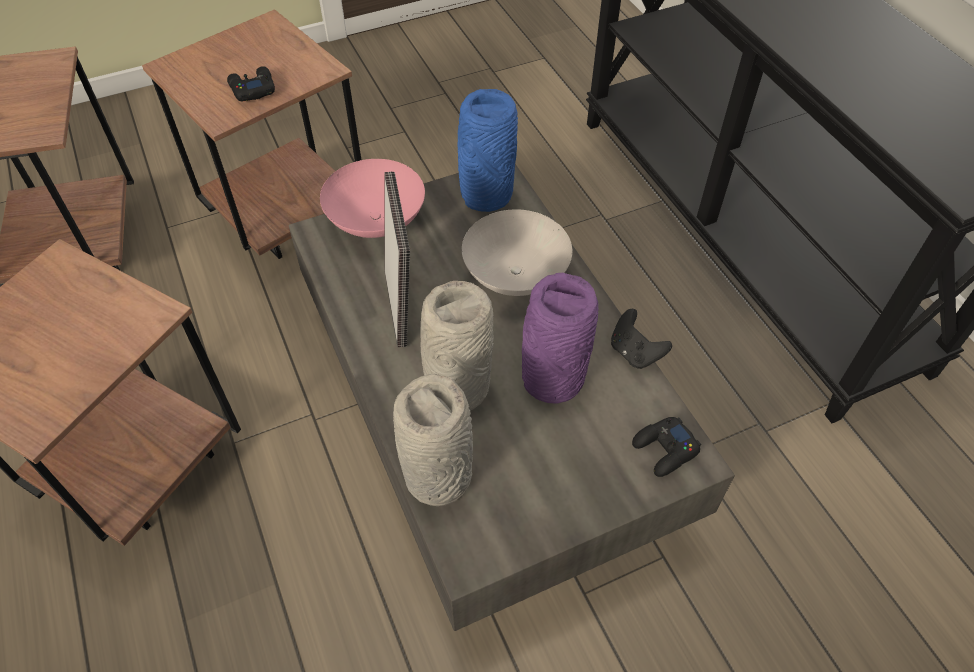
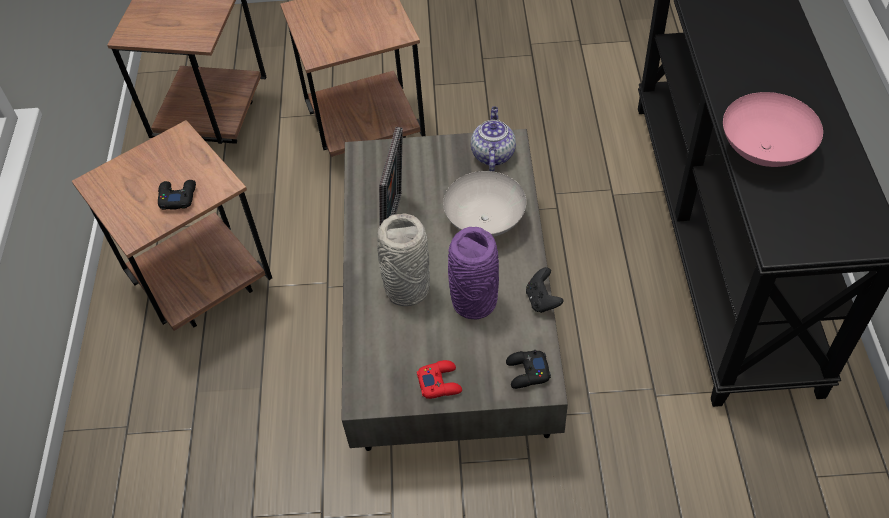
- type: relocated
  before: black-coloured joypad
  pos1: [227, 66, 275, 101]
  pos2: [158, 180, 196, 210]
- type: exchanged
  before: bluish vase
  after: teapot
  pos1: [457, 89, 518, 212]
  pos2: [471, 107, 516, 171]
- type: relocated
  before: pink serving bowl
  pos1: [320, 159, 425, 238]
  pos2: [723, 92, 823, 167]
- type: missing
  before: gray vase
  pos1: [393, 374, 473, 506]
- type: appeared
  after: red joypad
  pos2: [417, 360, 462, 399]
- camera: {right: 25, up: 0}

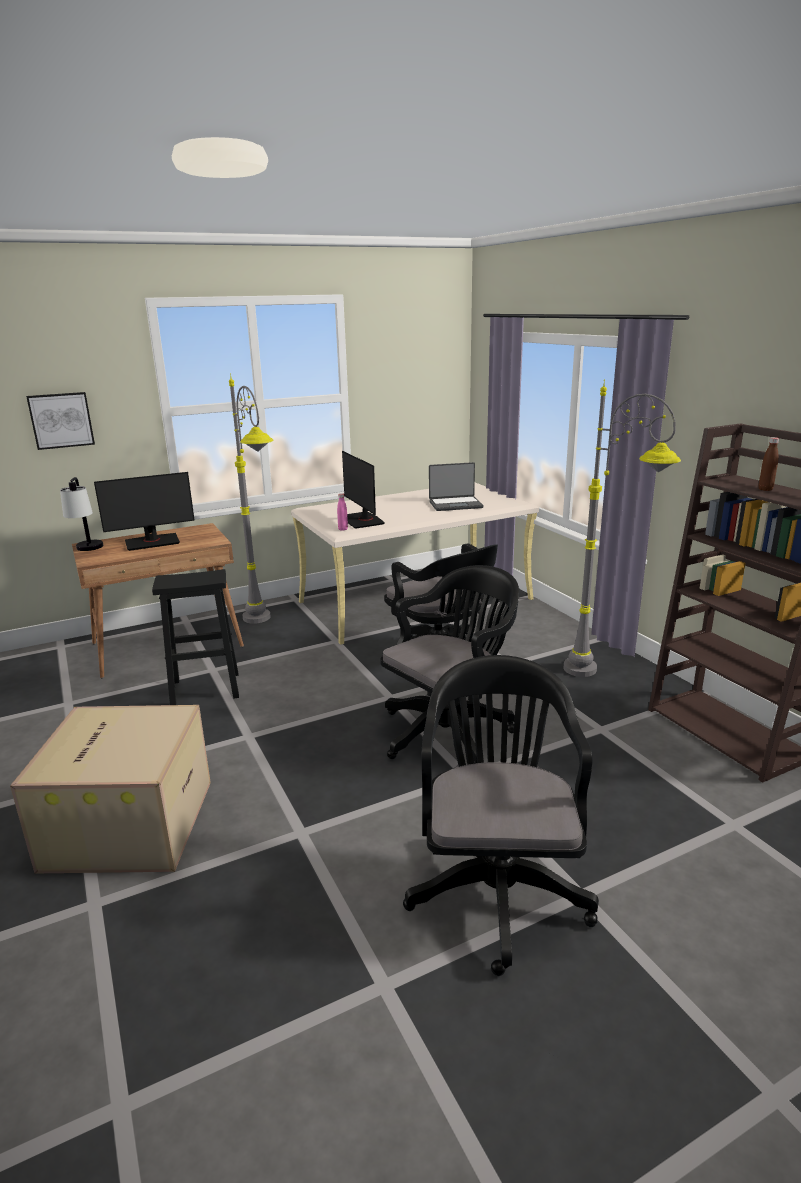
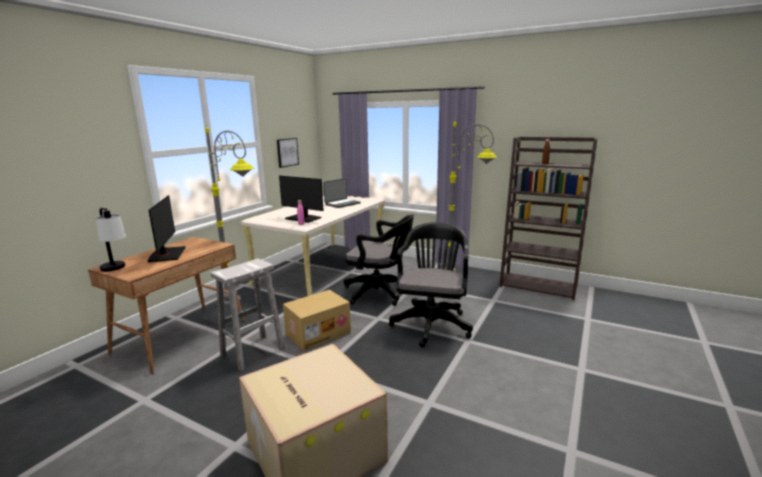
- type: relocated
  before: picture
  pos1: [26, 392, 95, 450]
  pos2: [277, 138, 299, 168]
- type: spun
  before: computer screen
  pos1: [94, 472, 195, 551]
  pos2: [147, 195, 186, 262]
  turn: -45
- type: colour
  before: black-coloured sitting stool
  after: white sitting stool
  pos1: [152, 569, 239, 705]
  pos2: [210, 258, 285, 371]
- type: missing
  before: black-coloured office chair
  pos1: [403, 655, 599, 976]
- type: appeared
  after: cardboard box
  pos2: [283, 290, 351, 351]
- camera: {right: -35, up: -5}

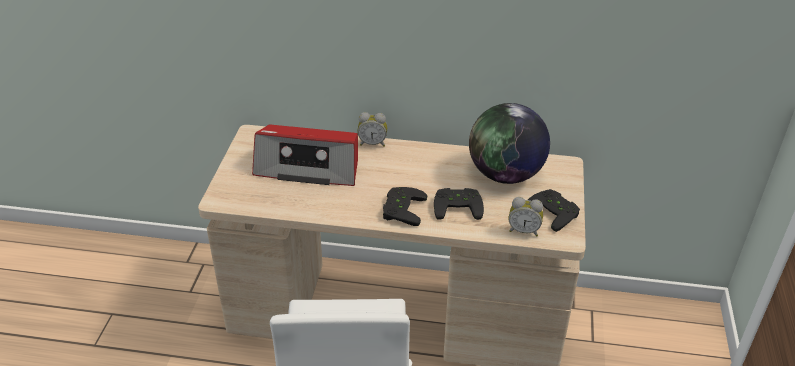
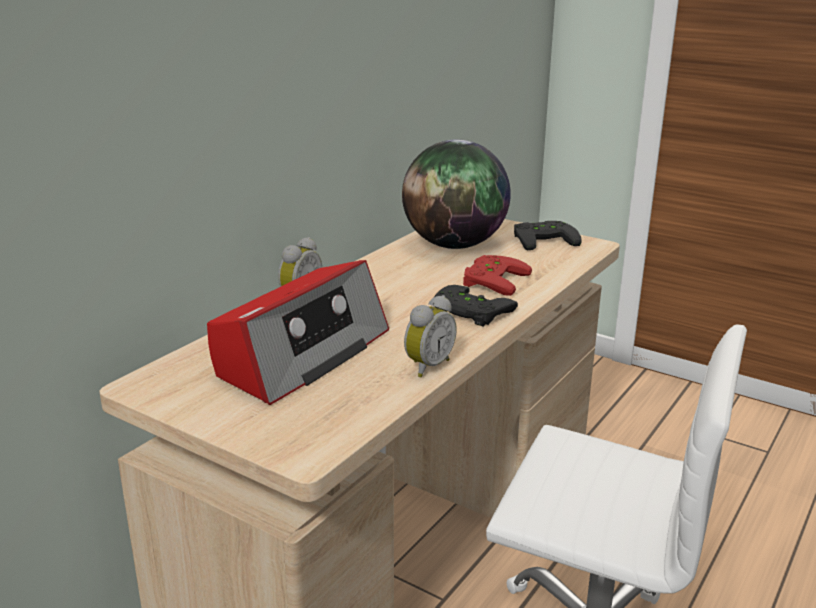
- type: colour
  before: black-coloured joypad
  after: red joypad
  pos1: [434, 188, 484, 220]
  pos2: [463, 255, 532, 296]
- type: relocated
  before: bedside clock
  pos1: [509, 197, 543, 237]
  pos2: [404, 295, 457, 377]
- camera: {right: -65, up: -15}

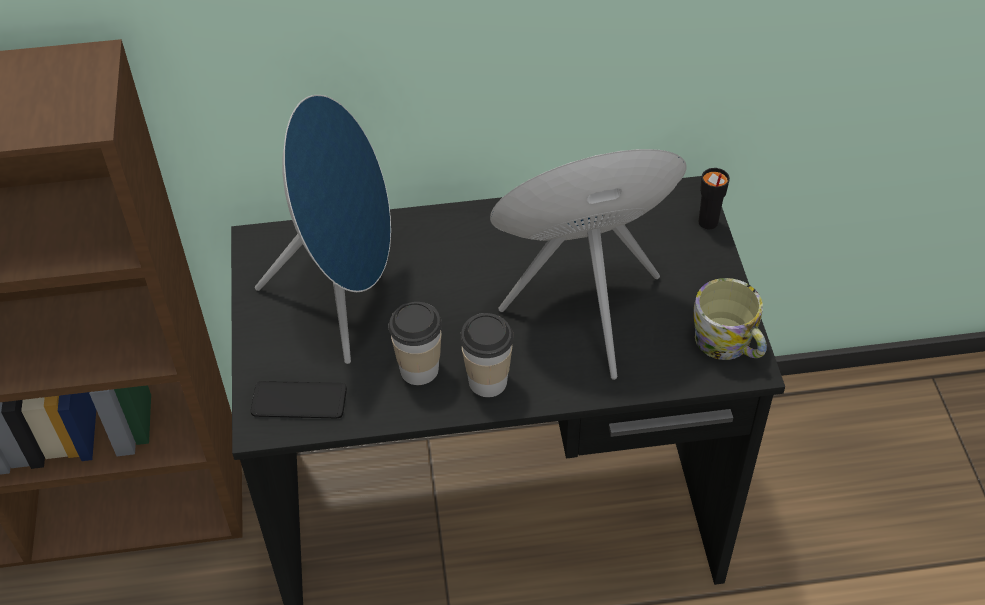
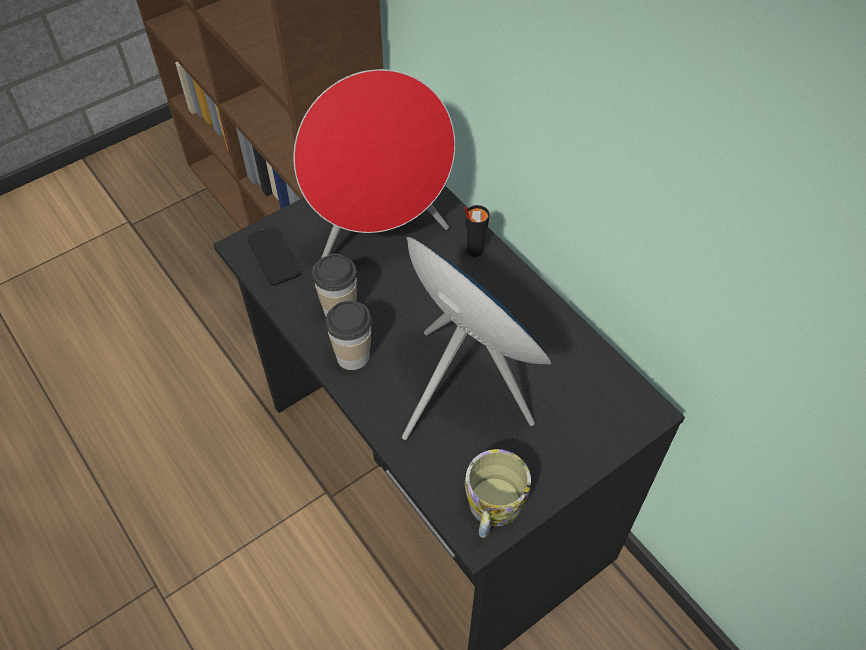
- type: colour
  before: bluish speaker
  after: red speaker
  pos1: [255, 95, 391, 364]
  pos2: [294, 69, 455, 258]
- type: relocated
  before: black-coloured cup
  pos1: [698, 168, 730, 229]
  pos2: [464, 205, 490, 257]
- camera: {right: 60, up: 5}

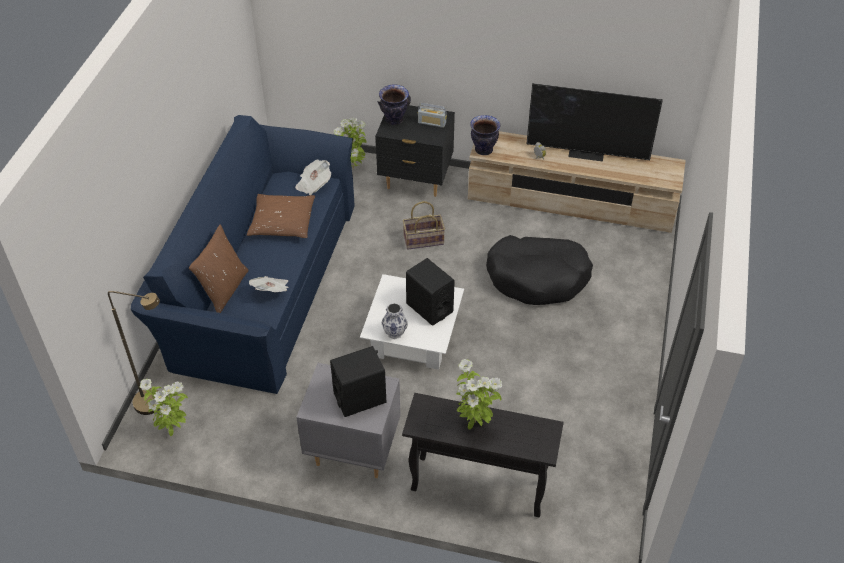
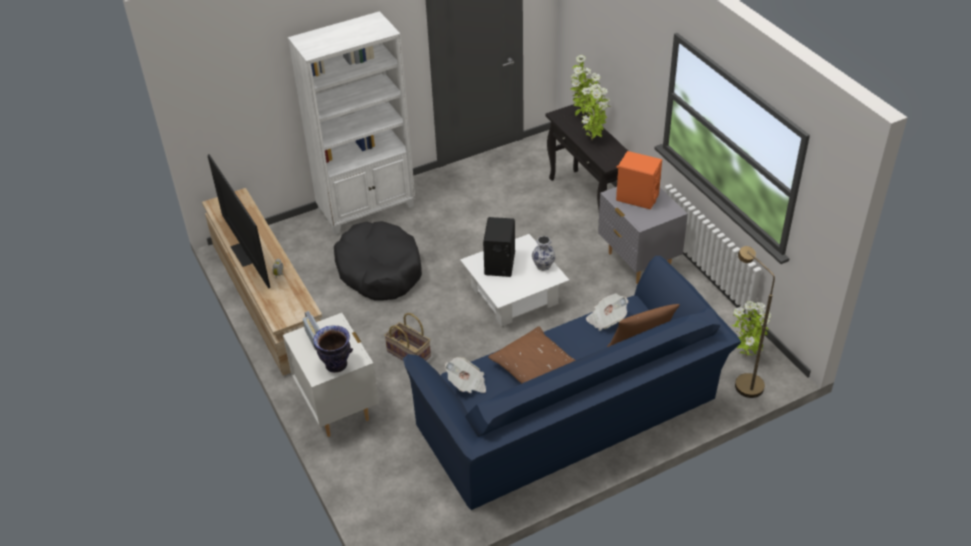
- type: colour
  before: black-coloured night table
  after: white night table
  pos1: [375, 105, 455, 197]
  pos2: [283, 313, 379, 437]
- type: missing
  before: vase
  pos1: [470, 115, 500, 155]
- type: relocated
  before: plant in a pot
  pos1: [334, 117, 367, 169]
  pos2: [570, 55, 601, 116]
- type: colour
  before: black-coloured speaker
  after: orangey speaker
  pos1: [330, 346, 386, 417]
  pos2: [616, 151, 662, 210]
- type: appeared
  after: white bookshelf
  pos2: [288, 11, 415, 235]
- camera: {right: -130, up: -5}

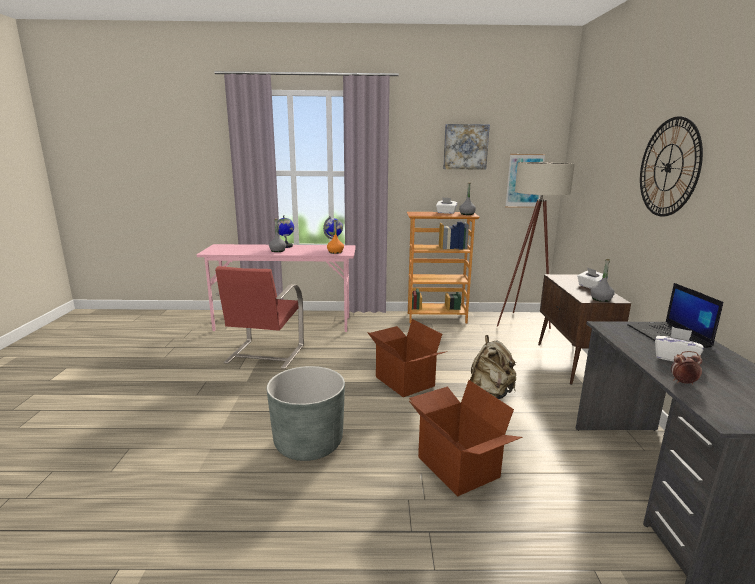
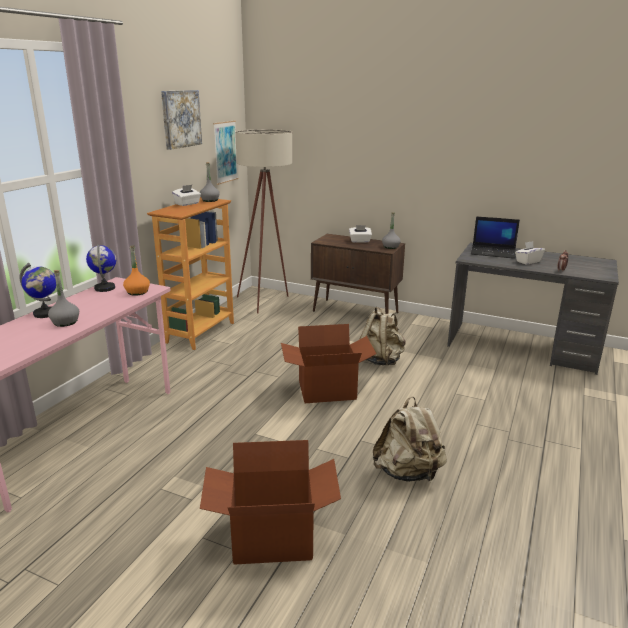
- type: missing
  before: clock on the wall
  pos1: [640, 116, 703, 216]
- type: missing
  before: red chair
  pos1: [215, 266, 304, 369]
- type: exchanged
  before: gray plant pot
  after: beige rucksack
  pos1: [267, 366, 345, 461]
  pos2: [373, 396, 447, 482]
- type: relocated
  before: cardboard box
  pos1: [409, 380, 523, 497]
  pos2: [200, 440, 341, 565]
- camera: {right: -65, up: 5}

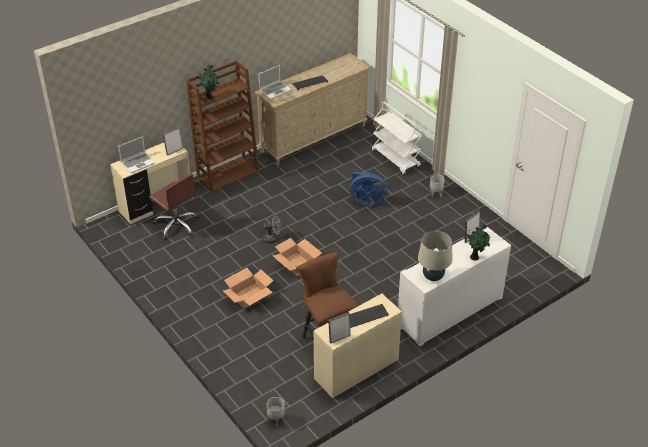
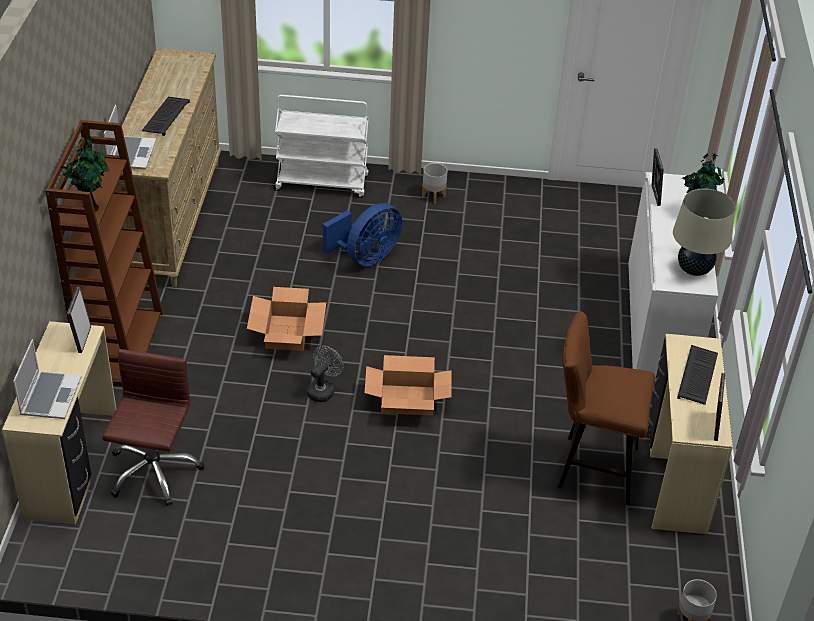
- type: spun
  before: brownish office chair
  pos1: [149, 173, 199, 240]
  pos2: [102, 349, 204, 506]
  turn: -75
- type: relocated
  before: cardboard box
  pos1: [223, 268, 273, 308]
  pos2: [247, 287, 326, 351]
- camera: {right: -50, up: 0}

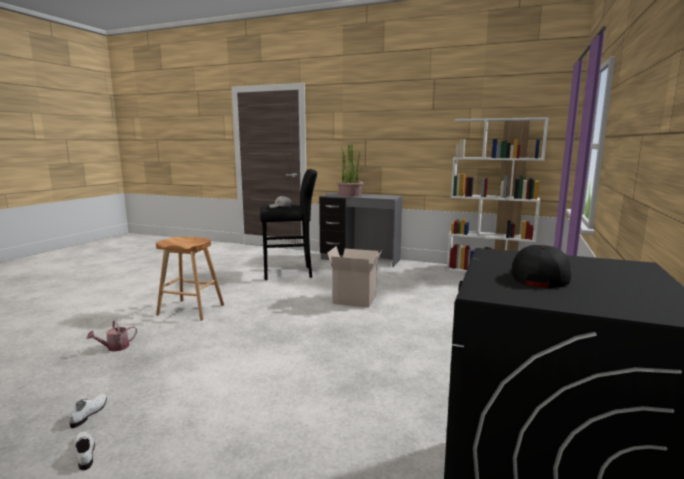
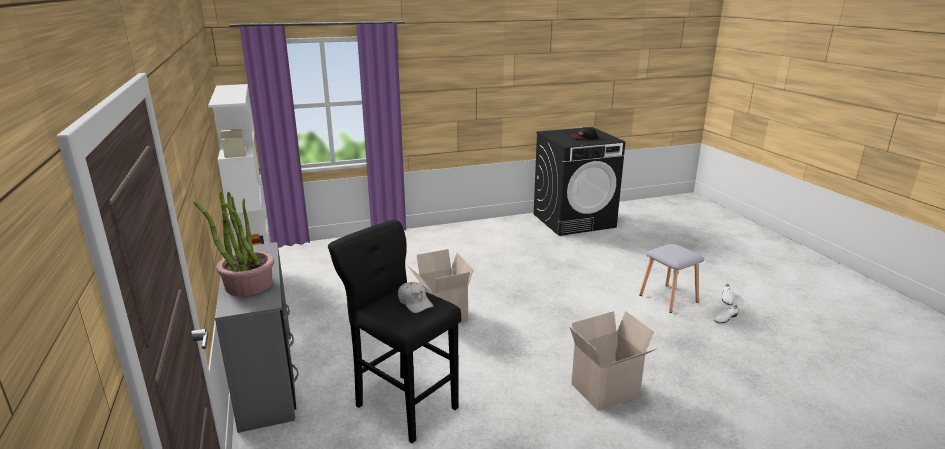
- type: exchanged
  before: brownish sitting stool
  after: cardboard box
  pos1: [156, 237, 224, 321]
  pos2: [570, 311, 658, 411]
- type: missing
  before: watering can
  pos1: [87, 320, 137, 352]
- type: appeared
  after: gray sitting stool
  pos2: [639, 244, 704, 313]
- camera: {right: -130, up: 10}

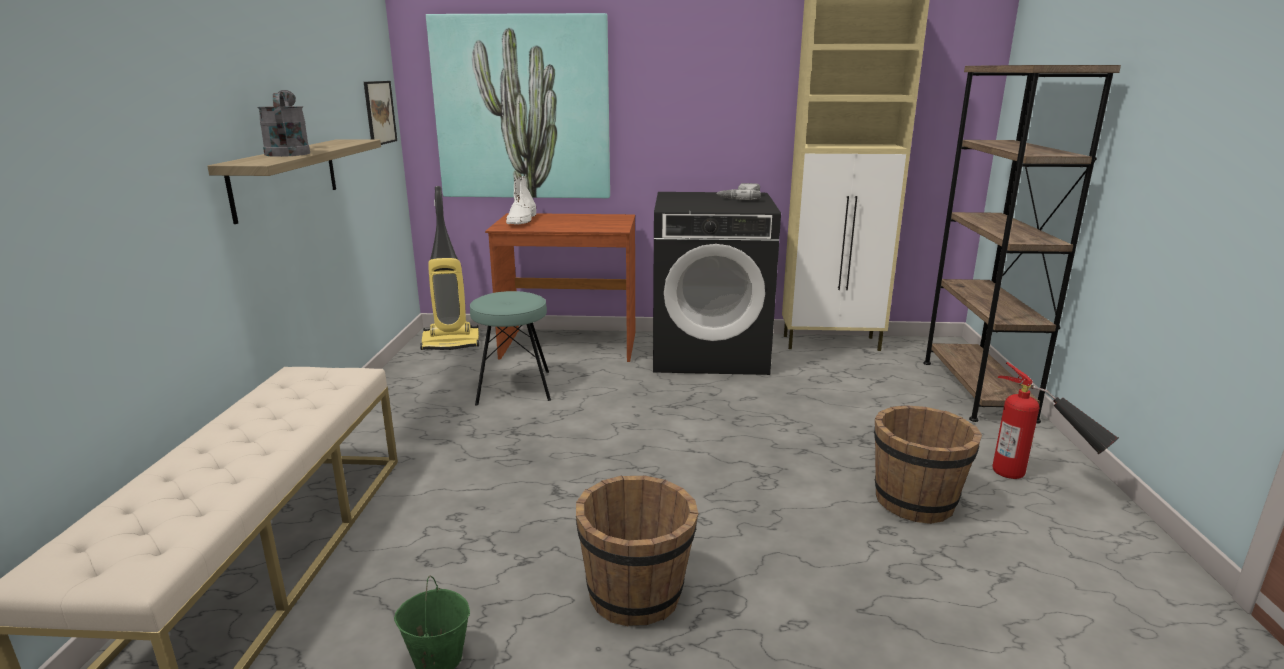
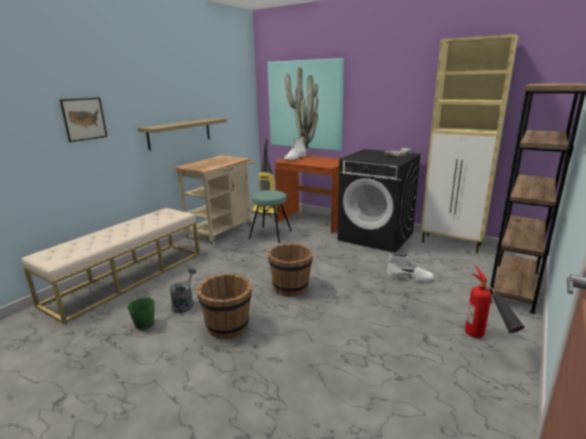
- type: relocated
  before: picture
  pos1: [364, 81, 397, 145]
  pos2: [60, 97, 107, 142]
- type: relocated
  before: gray watering can
  pos1: [257, 90, 310, 157]
  pos2: [170, 268, 197, 313]
- type: relocated
  before: brownish bucket
  pos1: [874, 405, 982, 524]
  pos2: [268, 244, 313, 296]
- type: appeared
  after: beige wheeled cart
  pos2: [174, 155, 255, 246]
- type: appeared
  after: white boot
  pos2: [388, 254, 434, 282]
- camera: {right: 30, up: 0}

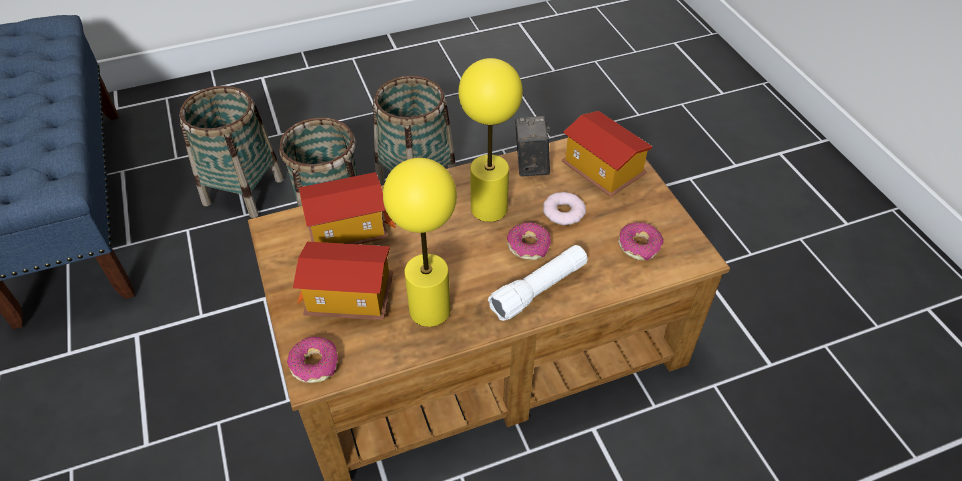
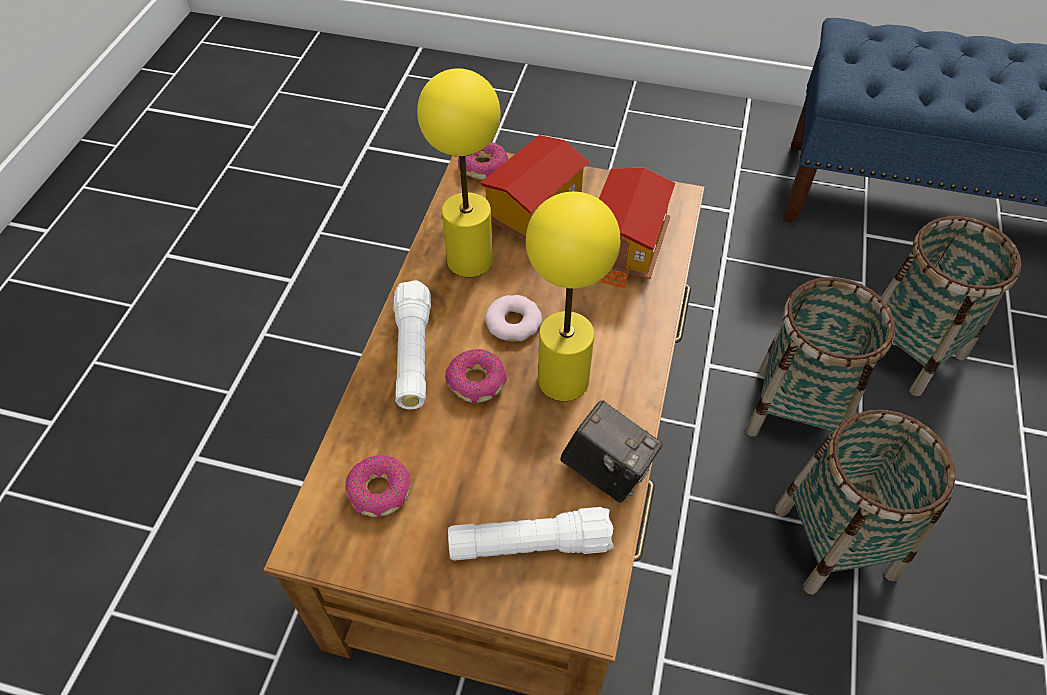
- type: exchanged
  before: toy house
  after: white torch
  pos1: [561, 111, 653, 197]
  pos2: [448, 507, 614, 561]
- type: relocated
  before: doughnut
  pos1: [543, 192, 586, 225]
  pos2: [485, 295, 542, 341]
- camera: {right: 125, up: 5}

